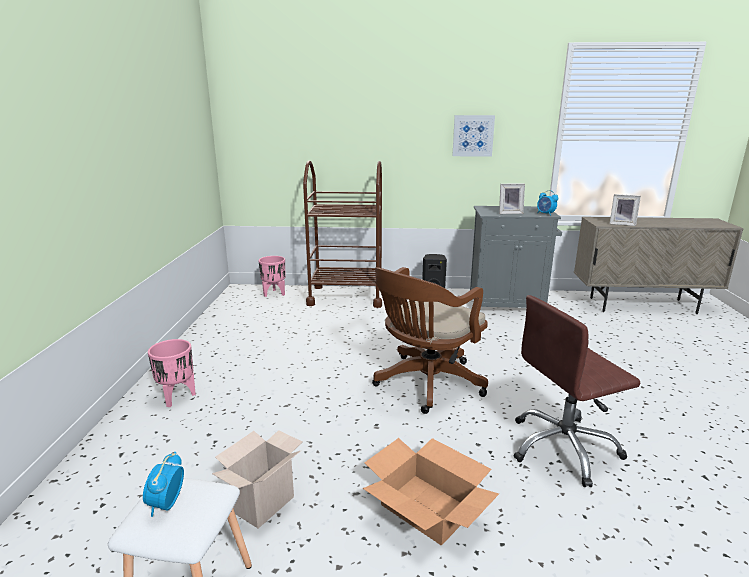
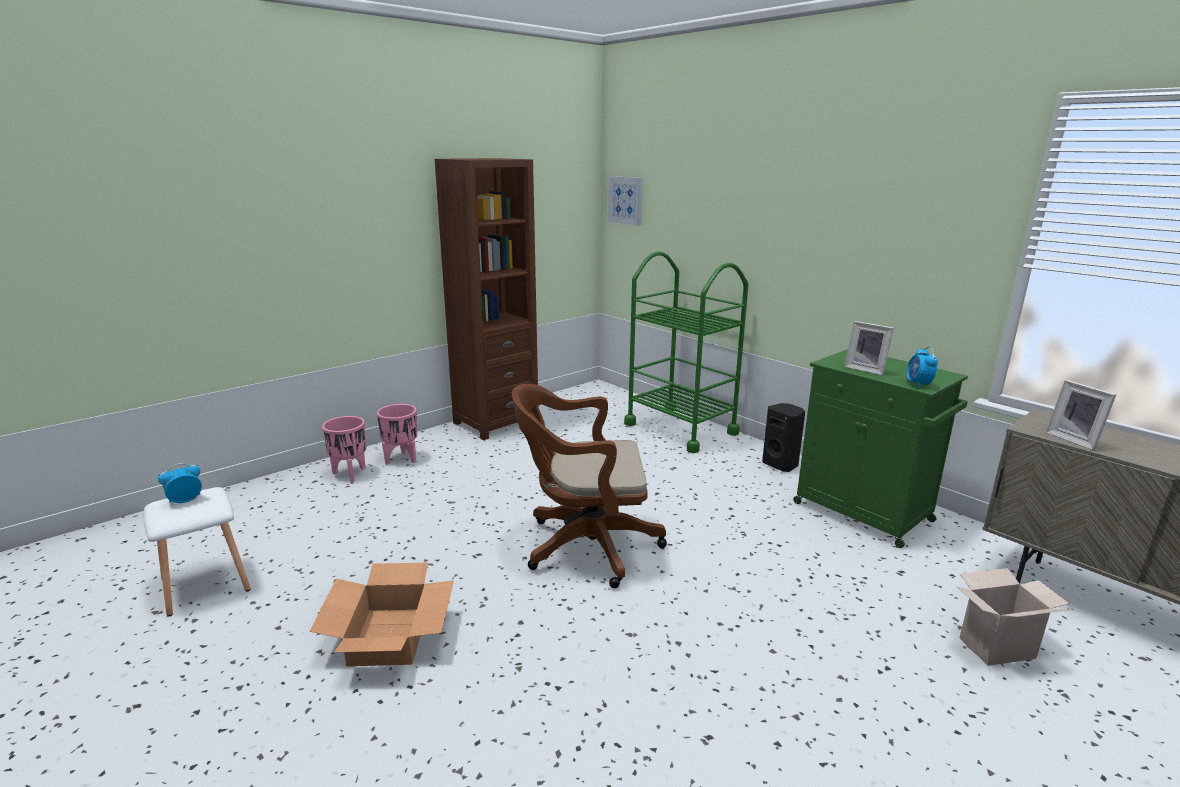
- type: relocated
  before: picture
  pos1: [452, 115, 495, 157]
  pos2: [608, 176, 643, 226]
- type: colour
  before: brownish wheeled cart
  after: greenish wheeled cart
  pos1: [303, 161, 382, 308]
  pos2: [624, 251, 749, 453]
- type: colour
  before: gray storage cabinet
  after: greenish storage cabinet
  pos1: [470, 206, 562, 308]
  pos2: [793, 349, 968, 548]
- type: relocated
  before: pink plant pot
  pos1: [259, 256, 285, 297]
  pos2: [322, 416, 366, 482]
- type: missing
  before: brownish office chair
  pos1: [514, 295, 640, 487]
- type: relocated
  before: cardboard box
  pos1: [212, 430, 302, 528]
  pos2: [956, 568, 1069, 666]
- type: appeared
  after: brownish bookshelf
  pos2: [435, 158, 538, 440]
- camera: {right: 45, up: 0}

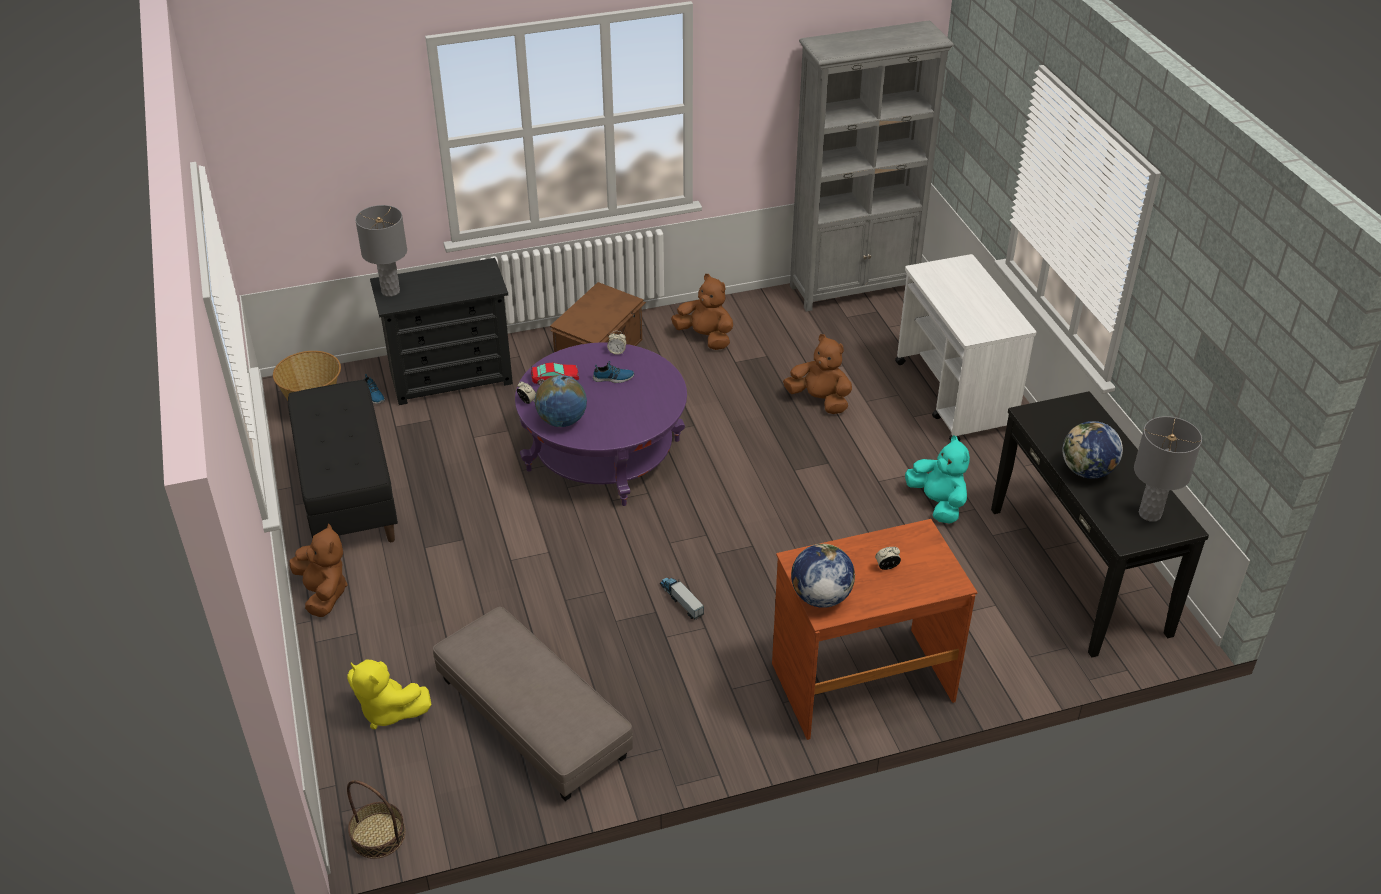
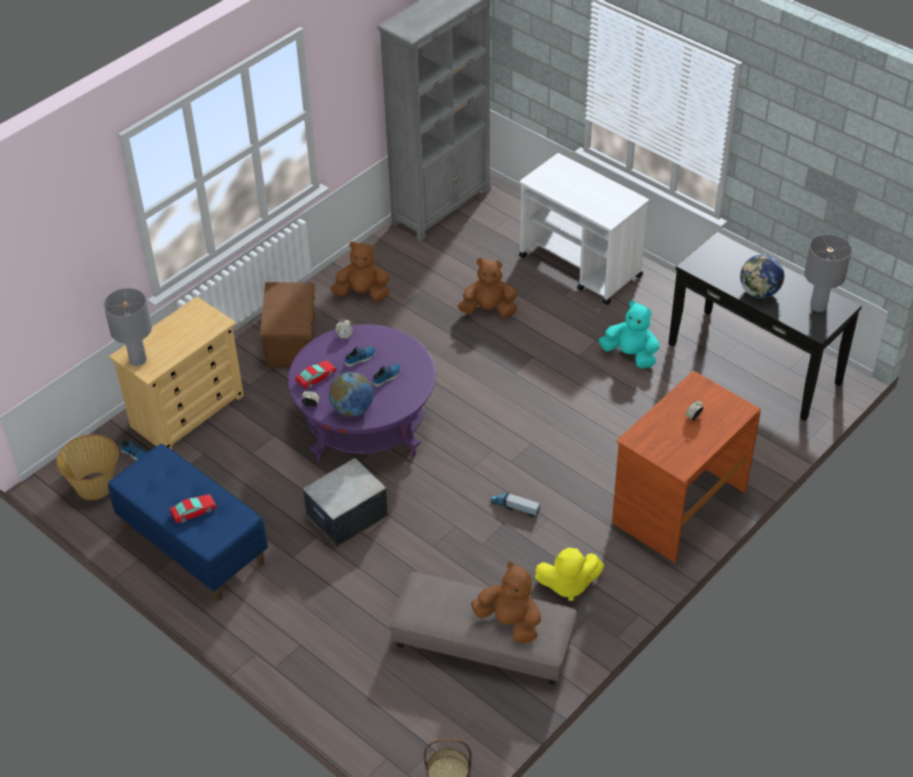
- type: colour
  before: black-coloured drawer chest
  after: beige drawer chest
  pos1: [370, 258, 513, 405]
  pos2: [109, 297, 244, 449]
- type: colour
  before: black-coloured bench
  after: bluish bench
  pos1: [288, 380, 398, 542]
  pos2: [108, 444, 268, 601]
- type: relocated
  before: brownish soft toy
  pos1: [290, 523, 348, 617]
  pos2: [471, 562, 541, 643]
- type: missing
  before: desk globe
  pos1: [791, 544, 855, 608]
- type: relocated
  before: yellowish soft toy
  pos1: [347, 659, 432, 729]
  pos2: [534, 548, 604, 601]
- type: appeared
  after: item of footwear
  pos2: [372, 364, 401, 387]
- type: appeared
  after: storage bin
  pos2: [303, 458, 388, 547]
- type: appeared
  after: model car
  pos2: [170, 494, 217, 523]
- camera: {right: -30, up: 5}

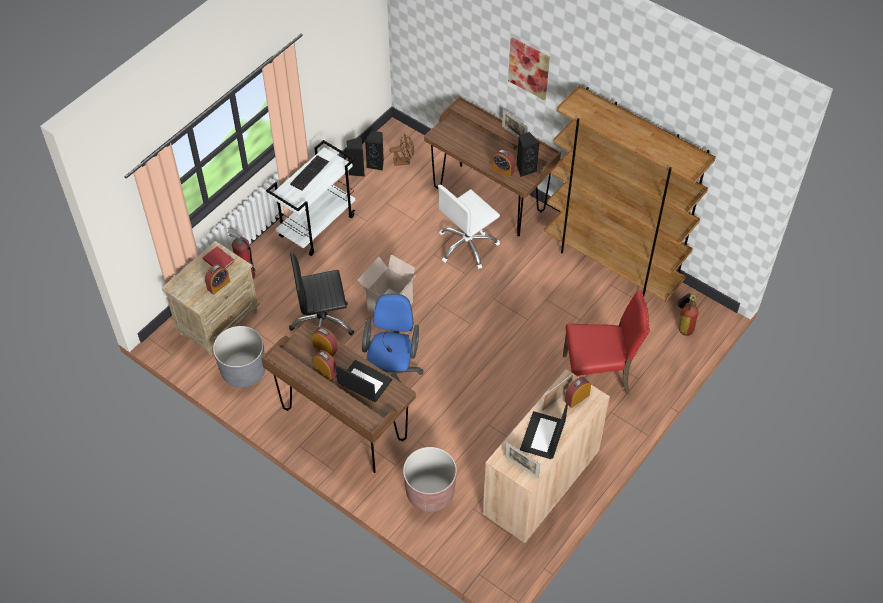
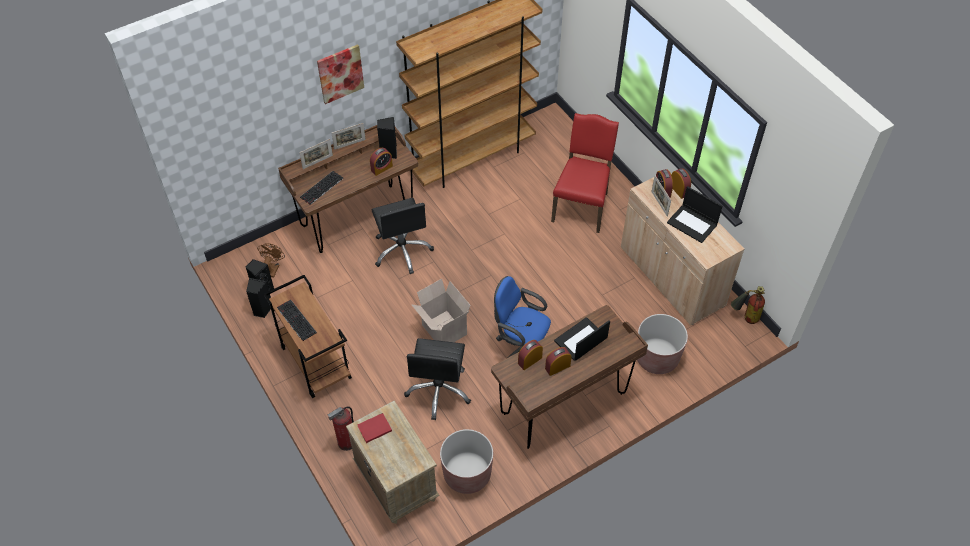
- type: colour
  before: white wheeled cart
  after: brownish wheeled cart
  pos1: [266, 140, 355, 256]
  pos2: [264, 275, 352, 398]
- type: colour
  before: white office chair
  after: black-coloured office chair
  pos1: [438, 185, 500, 269]
  pos2: [372, 198, 434, 274]
- type: relocated
  before: bedside clock
  pos1: [205, 264, 230, 295]
  pos2: [672, 168, 691, 199]
- type: relocated
  before: fire-fighting cylinder
  pos1: [677, 293, 698, 336]
  pos2: [731, 286, 765, 324]
- type: colour
  before: gray plant pot
  after: brownish plant pot
  pos1: [213, 326, 266, 388]
  pos2: [440, 429, 493, 494]
- type: relocated
  before: standing frame
  pos1: [505, 442, 541, 479]
  pos2: [299, 139, 333, 169]
- type: appeared
  after: computer keyboard
  pos2: [300, 171, 343, 205]
- camera: {right: -70, up: 0}

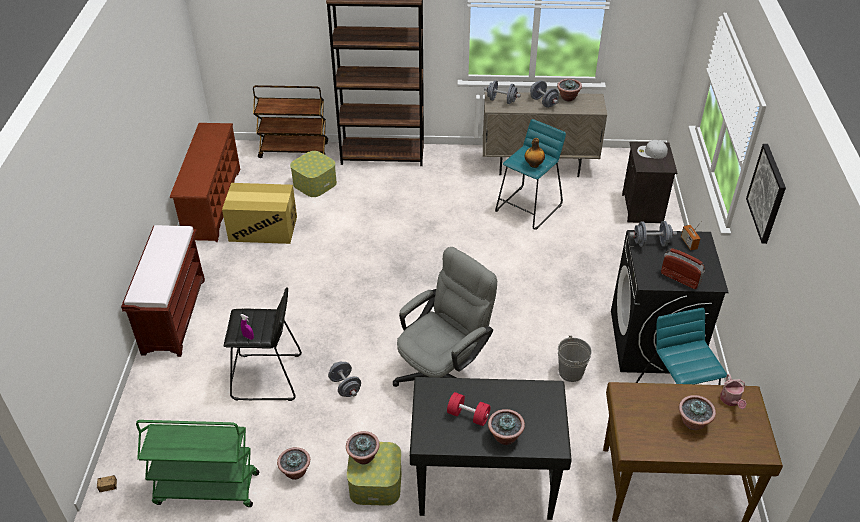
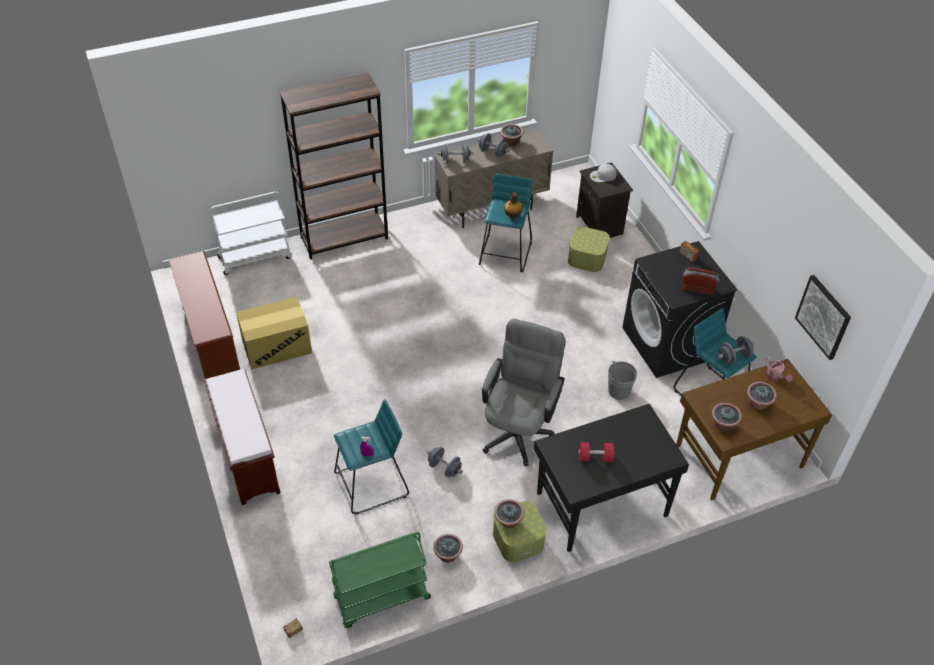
- type: colour
  before: brownish wheeled cart
  after: white wheeled cart
  pos1: [253, 85, 328, 158]
  pos2: [211, 191, 292, 275]
- type: relocated
  before: picture
  pos1: [746, 144, 786, 244]
  pos2: [795, 275, 851, 360]
- type: relocated
  before: storage bin
  pos1: [290, 151, 337, 197]
  pos2: [568, 227, 610, 272]
- type: relocated
  before: gray hand weight
  pos1: [629, 221, 677, 247]
  pos2: [718, 336, 754, 365]
- type: colour
  before: black-coloured sitting stool
  after: turquoise-coloured sitting stool
  pos1: [224, 287, 302, 401]
  pos2: [334, 399, 409, 515]
- type: relocated
  before: plant in a pot
  pos1: [488, 409, 525, 445]
  pos2: [712, 403, 742, 431]
- camera: {right: -25, up: 5}

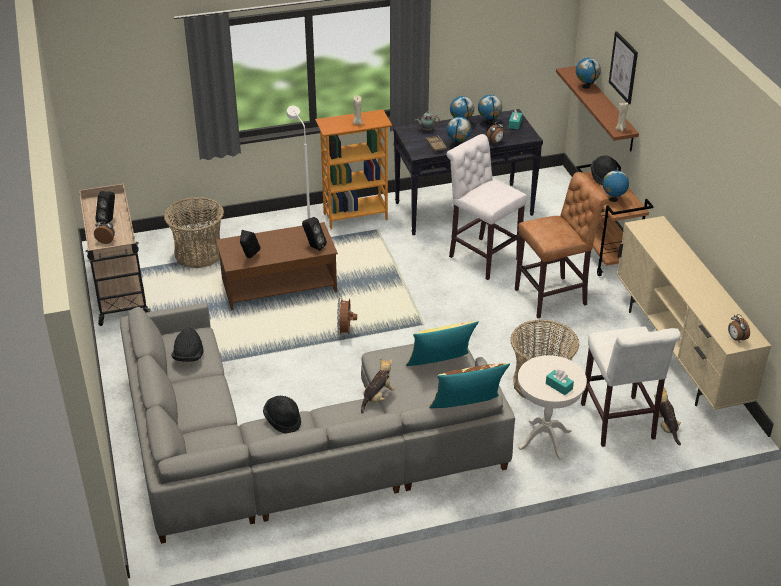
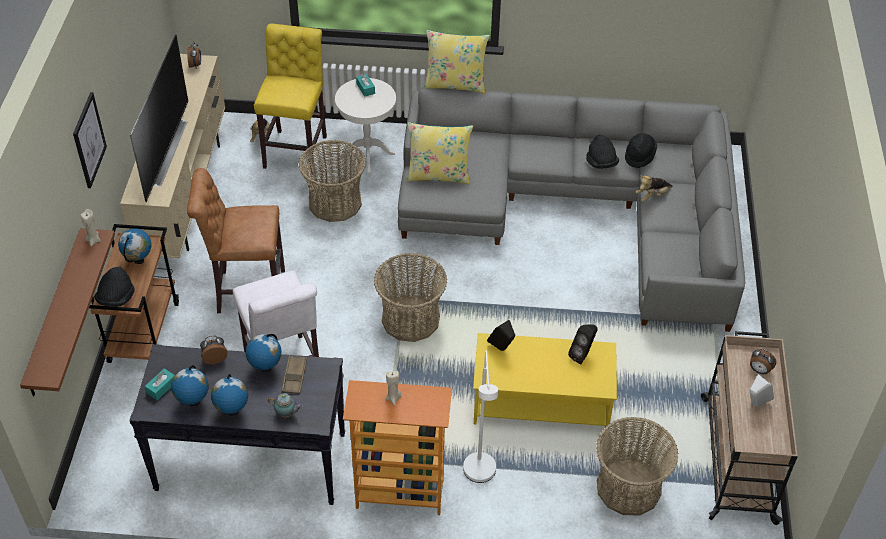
- type: relocated
  before: picture
  pos1: [609, 31, 638, 104]
  pos2: [73, 92, 107, 188]
- type: missing
  before: desk globe
  pos1: [576, 58, 601, 89]
- type: colour
  before: black-coloured speaker
  after: white speaker
  pos1: [95, 191, 115, 224]
  pos2: [750, 374, 774, 407]
- type: colour
  before: brownish coffee table
  after: yellowish coffee table
  pos1: [216, 222, 338, 311]
  pos2: [473, 333, 617, 427]
- type: missing
  before: brownish cooling fan
  pos1: [337, 296, 357, 337]
- type: colour
  before: white sitting stool
  after: yellowish sitting stool
  pos1: [581, 326, 681, 447]
  pos2: [254, 23, 327, 175]
- type: relocated
  before: black-coloured clothing hat
  pos1: [171, 327, 204, 362]
  pos2: [625, 133, 657, 168]
- type: relocated
  before: soft toy
  pos1: [361, 358, 395, 413]
  pos2: [636, 175, 673, 202]
- type: colour
  before: brownish cushion
  after: yellowish cushion
  pos1: [429, 363, 510, 408]
  pos2: [423, 30, 490, 94]
- type: appeared
  after: TV
  pos2: [130, 34, 188, 202]
- type: appeared
  after: household basket
  pos2: [374, 253, 447, 342]
- camera: {right: -160, up: 10}

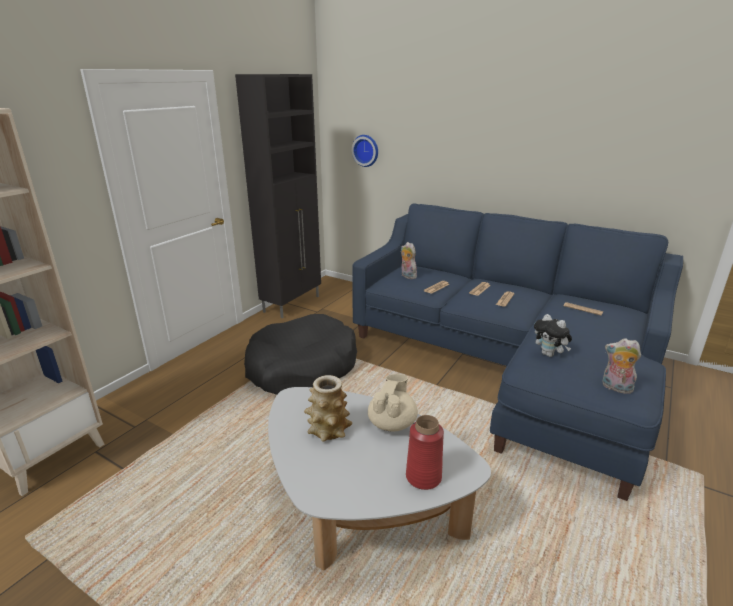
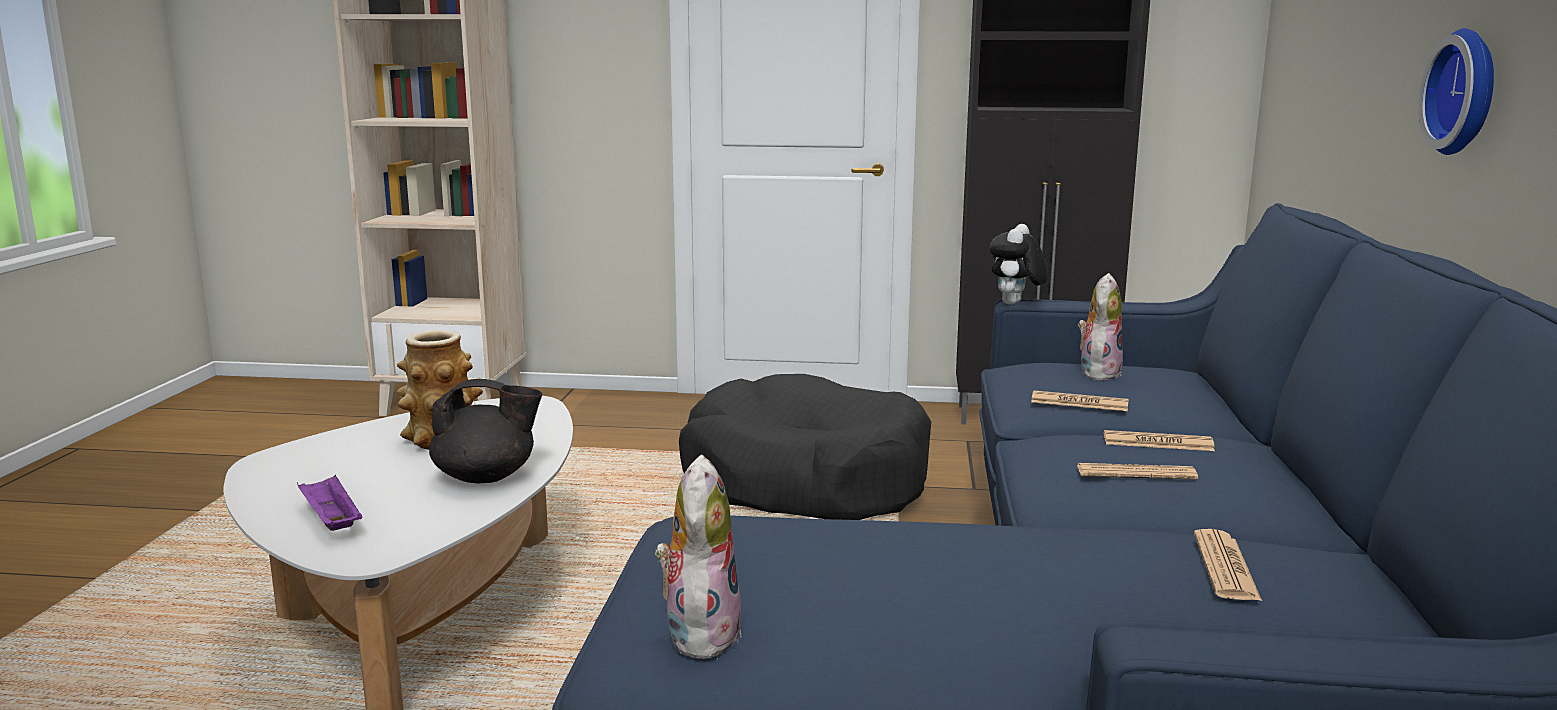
- type: relocated
  before: clock on the wall
  pos1: [352, 135, 378, 167]
  pos2: [1419, 28, 1494, 155]
- type: relocated
  before: soft toy
  pos1: [534, 314, 572, 357]
  pos2: [989, 224, 1048, 305]
- type: colour
  before: beige teapot
  after: black-coloured teapot
  pos1: [368, 374, 418, 431]
  pos2: [429, 379, 542, 483]
- type: exchanged
  before: red vase
  after: purple-coloured serving tray
  pos1: [406, 415, 444, 490]
  pos2: [297, 474, 363, 531]
- camera: {right: 65, up: -10}

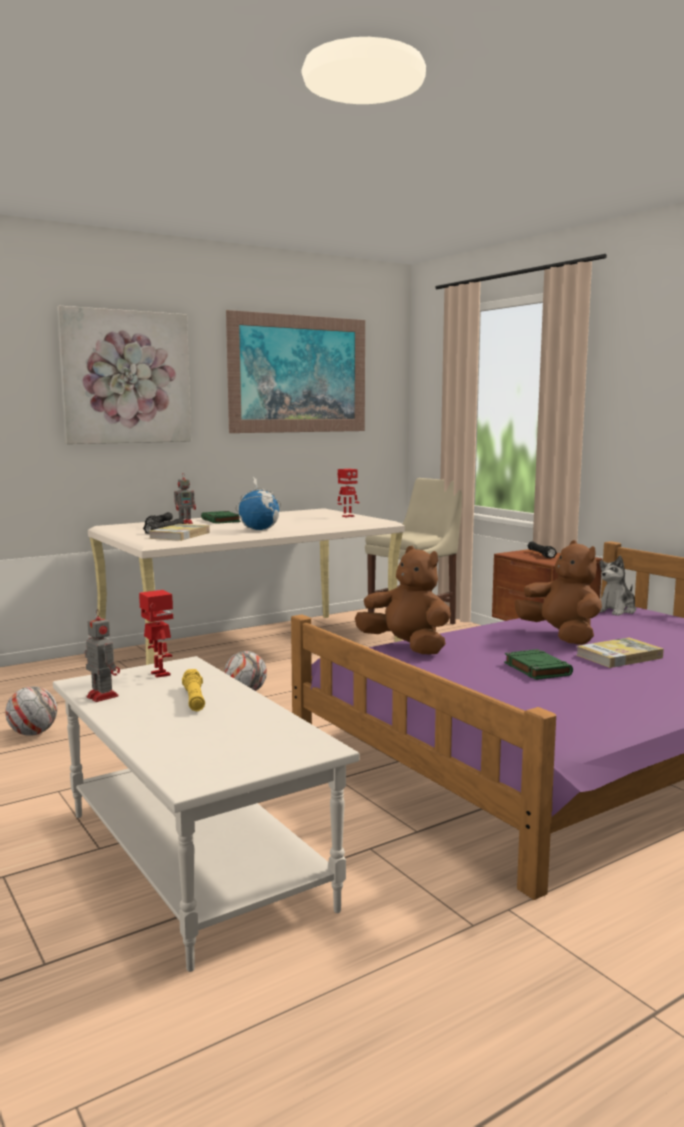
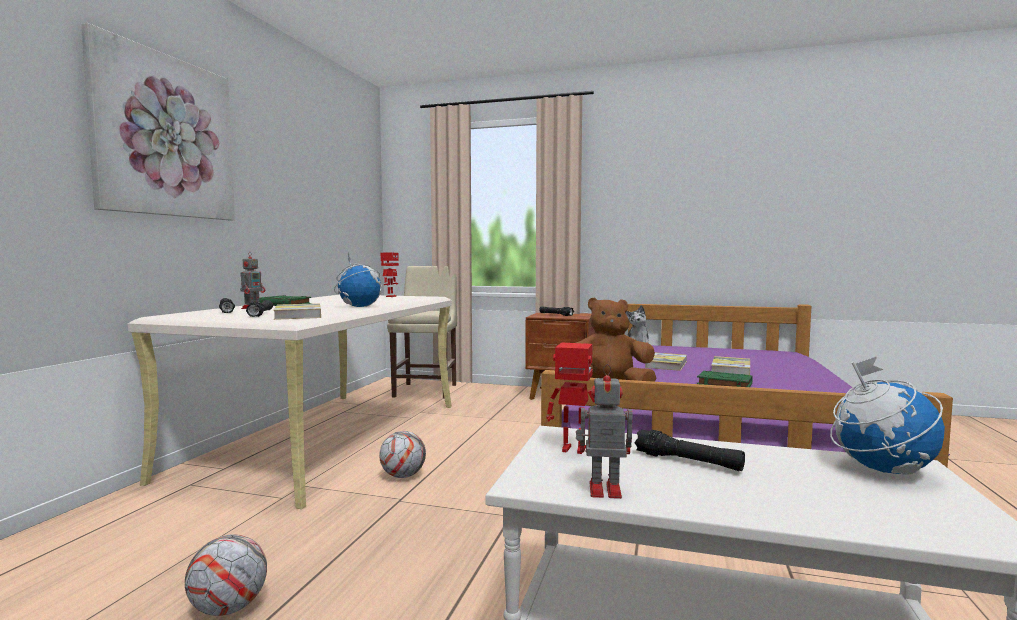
- type: missing
  before: picture
  pos1: [226, 310, 365, 433]
- type: exchanged
  before: brownish soft toy
  after: bound book
  pos1: [515, 540, 602, 645]
  pos2: [645, 353, 687, 371]
- type: colour
  before: yellowish torch
  after: black-coloured torch
  pos1: [182, 669, 205, 711]
  pos2: [635, 429, 745, 471]
- type: appeared
  after: desk globe
  pos2: [830, 357, 945, 475]
- camera: {right: -40, up: -5}

